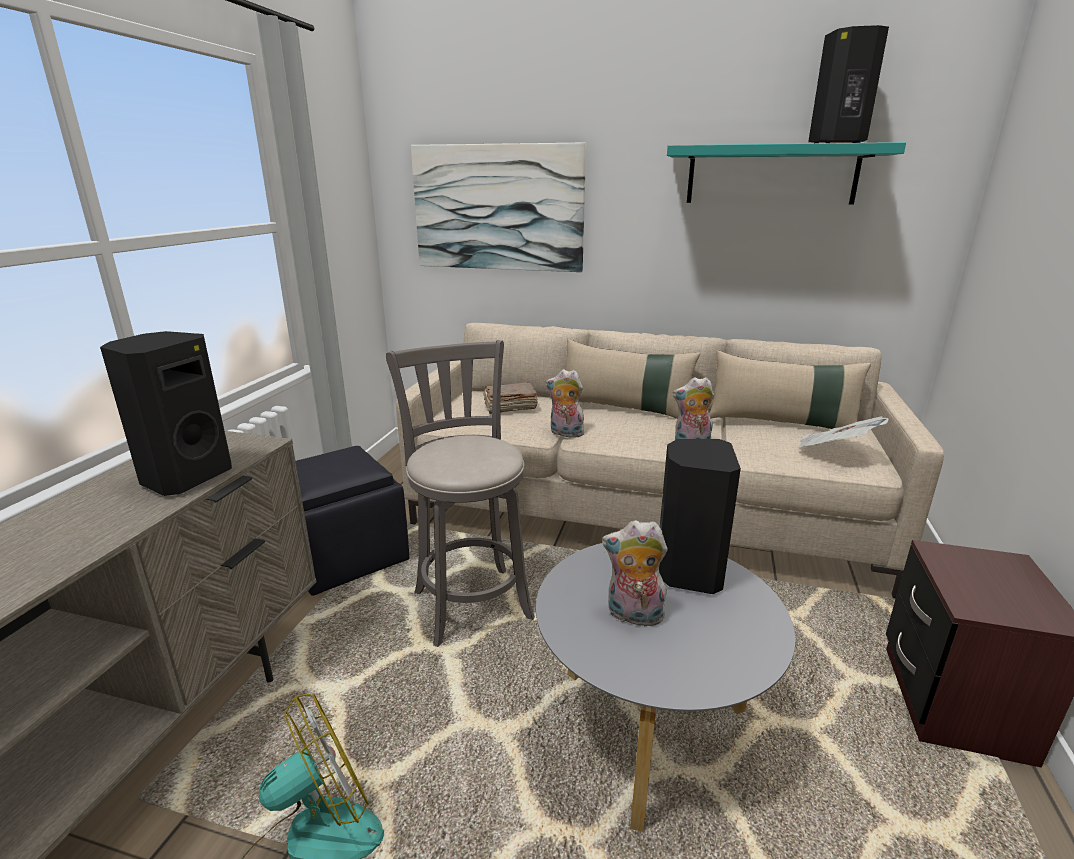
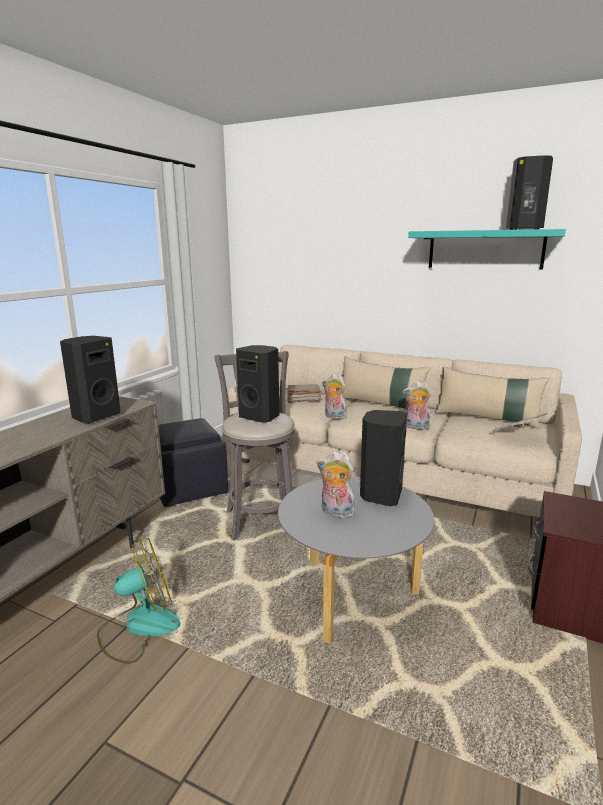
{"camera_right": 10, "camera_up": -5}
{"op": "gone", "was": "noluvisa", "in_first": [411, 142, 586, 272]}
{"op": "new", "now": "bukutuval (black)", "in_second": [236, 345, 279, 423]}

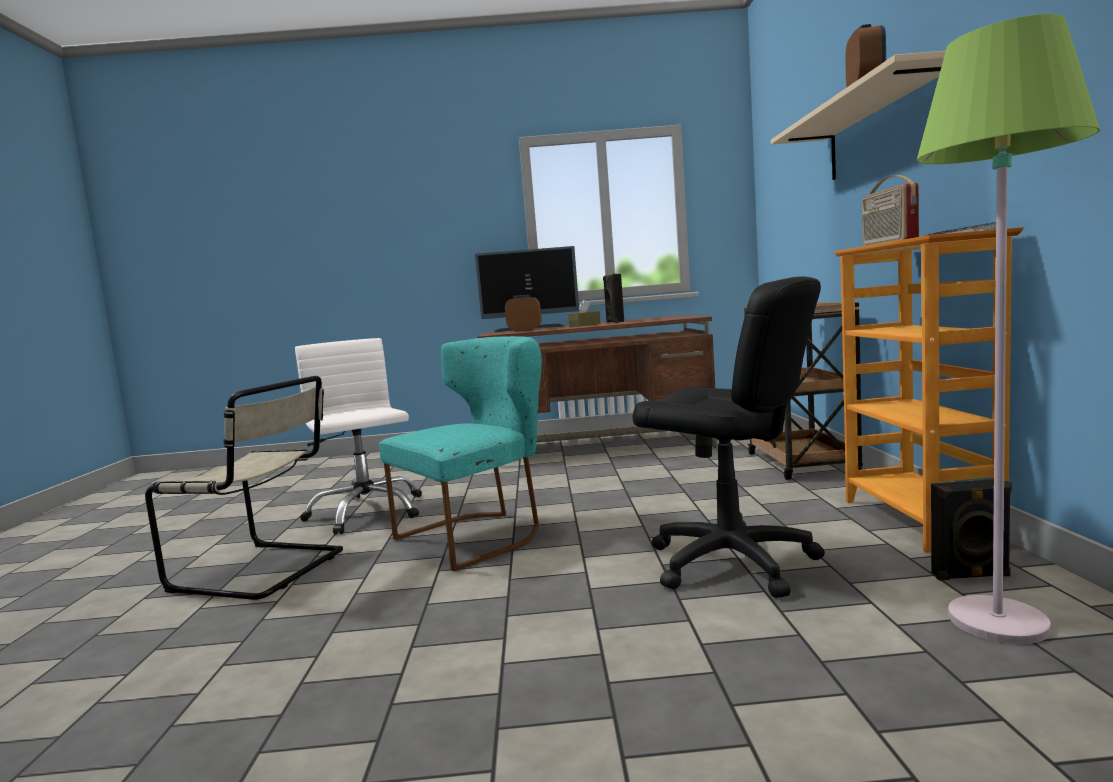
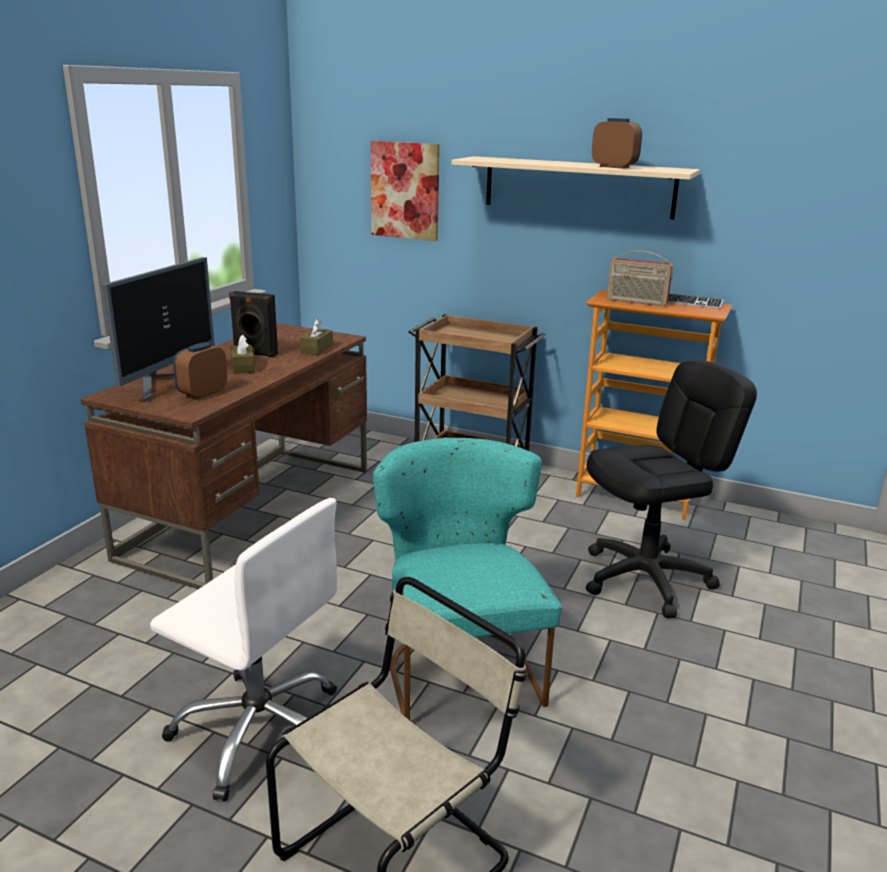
{"camera_right": -65, "camera_up": 15}
{"op": "gone", "was": "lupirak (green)", "in_first": [917, 14, 1100, 644]}
{"op": "rotated", "was": "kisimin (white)", "in_first": [295, 338, 422, 534], "in_second": [150, 498, 337, 801], "clockwise": -150}
{"op": "gone", "was": "bukutuval (black)", "in_first": [931, 479, 1012, 581]}
{"op": "new", "now": "noluvisa", "in_second": [370, 141, 440, 241]}
{"op": "new", "now": "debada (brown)", "in_second": [300, 319, 333, 355]}

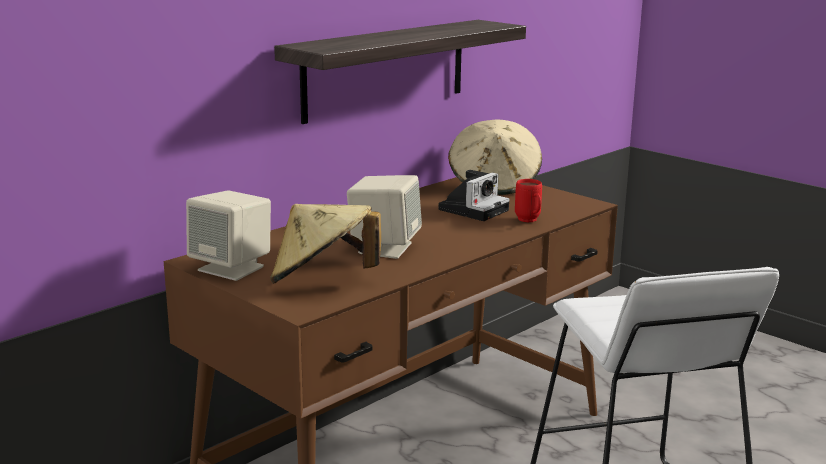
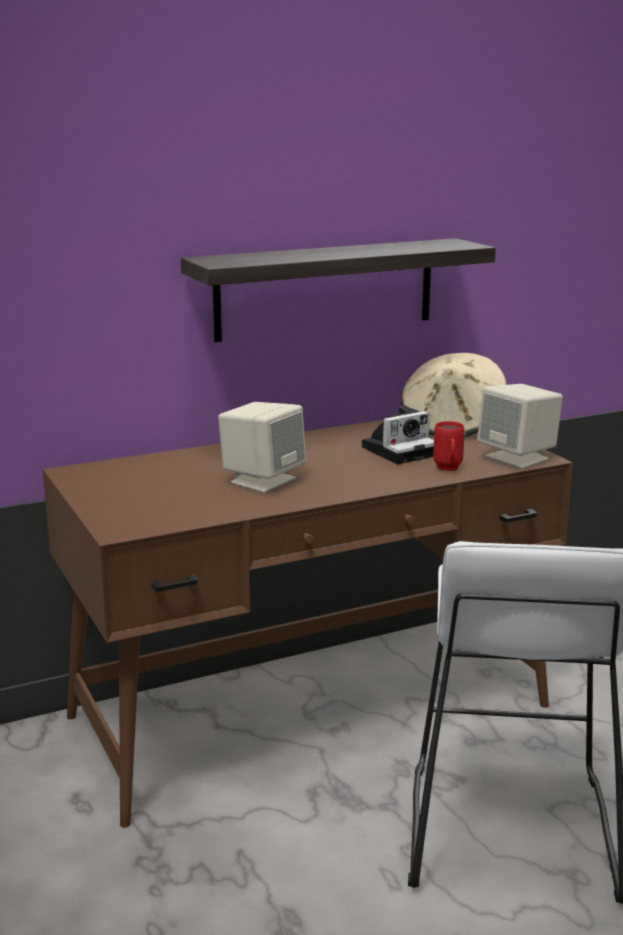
{"camera_right": 20, "camera_up": 0}
{"op": "shifted", "was": "bukutuval (beige)", "in_first": [186, 190, 271, 281], "in_second": [477, 384, 563, 469]}
{"op": "gone", "was": "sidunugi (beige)", "in_first": [270, 204, 381, 283]}

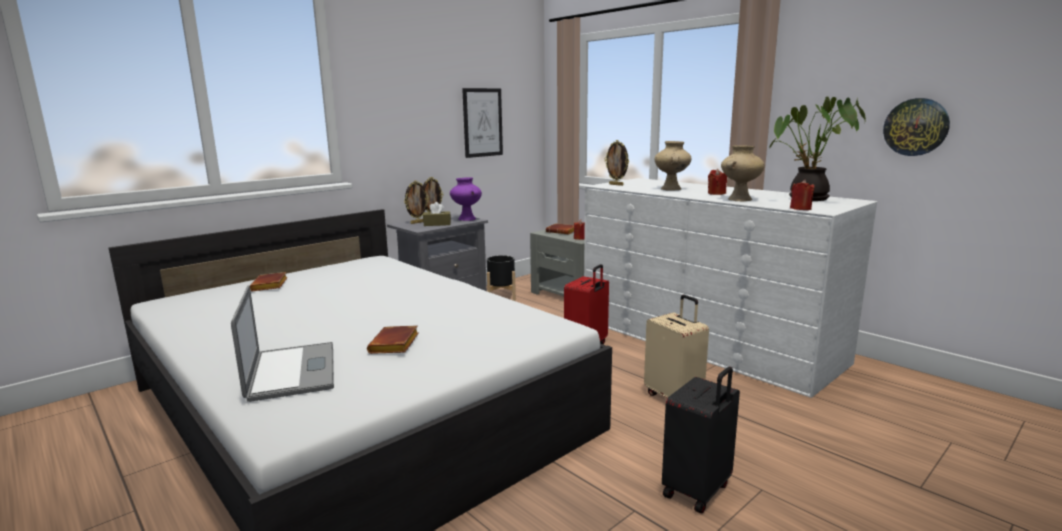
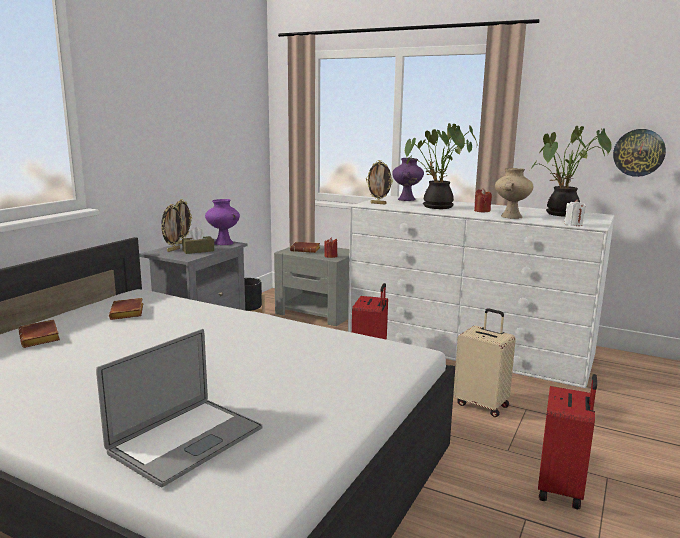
{"camera_right": -20, "camera_up": 0}
{"op": "gone", "was": "noluvisa", "in_first": [462, 88, 503, 158]}
{"op": "swapped", "was": "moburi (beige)", "now": "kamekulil", "in_first": [655, 141, 692, 191], "in_second": [405, 123, 477, 209]}
{"op": "repainted", "was": "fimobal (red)", "now": "fimobal (white)", "in_first": [790, 180, 815, 210], "in_second": [564, 199, 586, 226]}
{"op": "rotated", "was": "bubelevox", "in_first": [231, 285, 334, 402], "in_second": [96, 329, 262, 487], "clockwise": 75}
{"op": "shifted", "was": "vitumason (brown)", "in_first": [367, 325, 419, 354], "in_second": [109, 298, 143, 320]}
{"op": "repainted", "was": "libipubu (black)", "now": "libipubu (red)", "in_first": [662, 367, 740, 513], "in_second": [538, 374, 597, 509]}
{"op": "new", "now": "moburi (purple)", "in_second": [392, 158, 424, 201]}

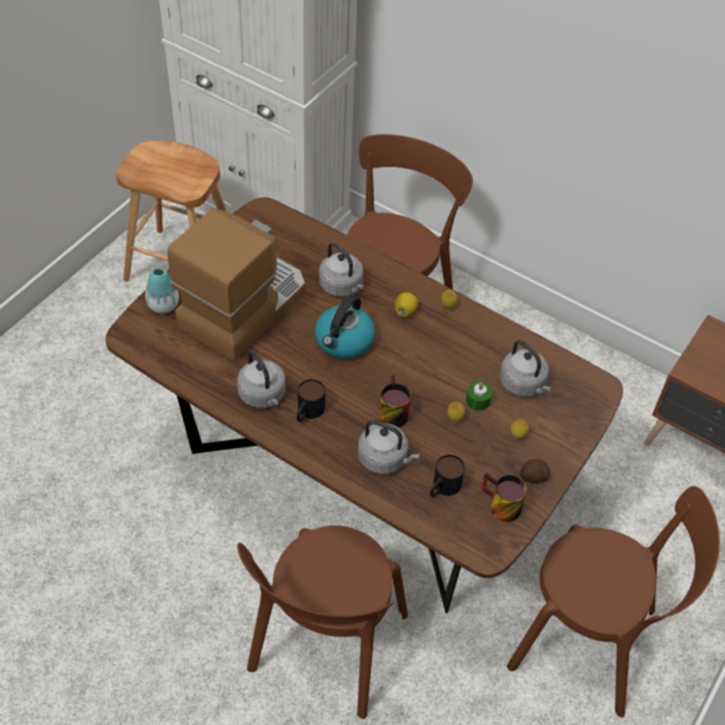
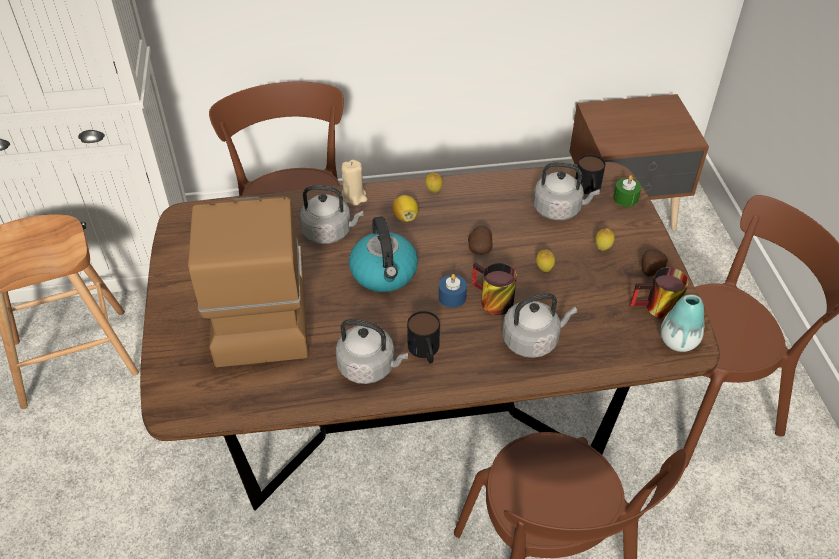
{"camera_right": -40, "camera_up": -5}
{"op": "shifted", "was": "moburi", "in_first": [145, 268, 179, 314], "in_second": [661, 294, 704, 352]}
{"op": "shifted", "was": "fimobal (green)", "in_first": [466, 381, 492, 411], "in_second": [613, 175, 641, 207]}
{"op": "shifted", "was": "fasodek", "in_first": [430, 455, 465, 497], "in_second": [575, 154, 606, 194]}
{"op": "new", "now": "fimobal (beige)", "in_second": [341, 160, 368, 206]}
{"op": "new", "now": "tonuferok", "in_second": [468, 226, 493, 254]}
{"op": "new", "now": "fimobal (blue)", "in_second": [439, 274, 467, 308]}

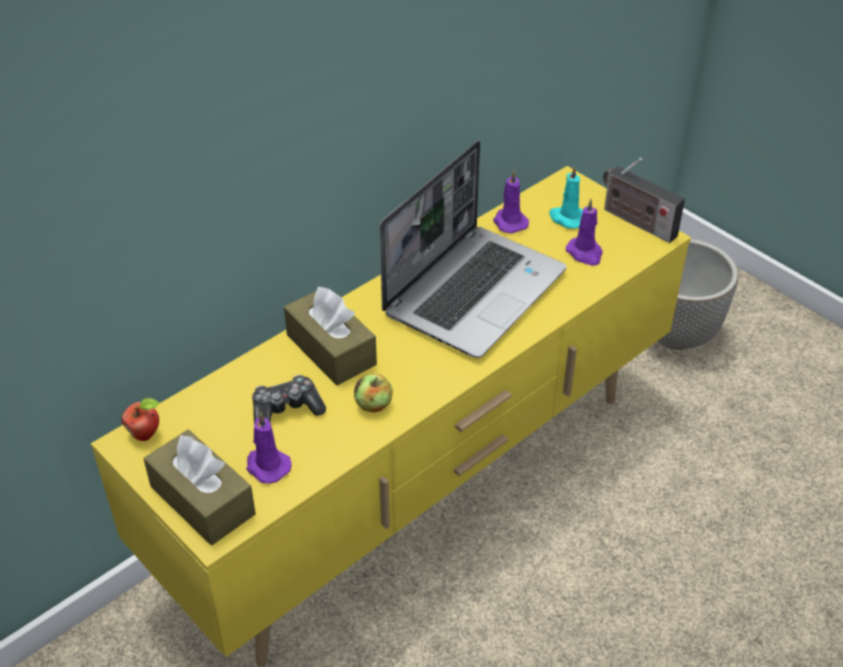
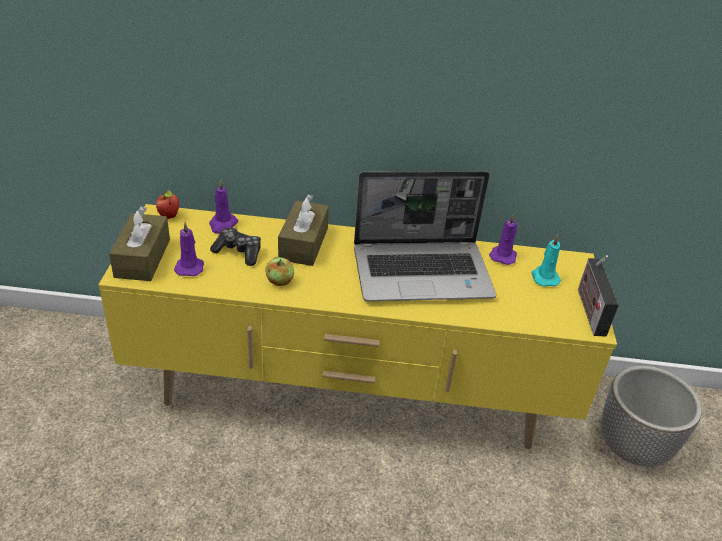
{"camera_right": 45, "camera_up": -5}
{"op": "shifted", "was": "fimobal (purple)", "in_first": [566, 199, 603, 266], "in_second": [209, 179, 238, 234]}

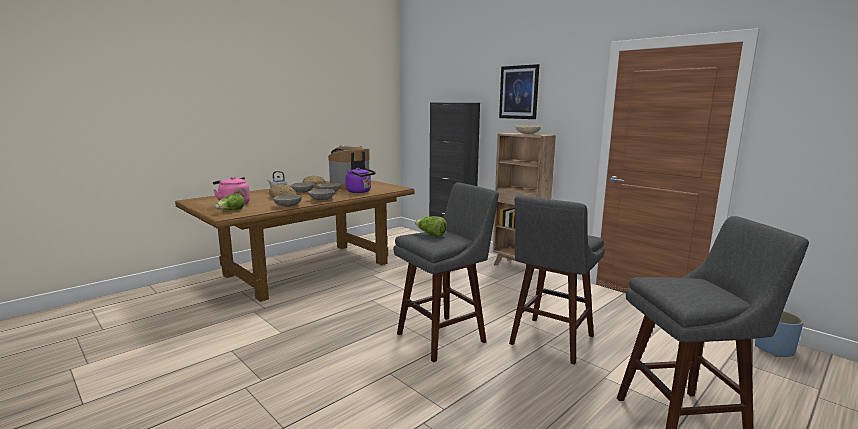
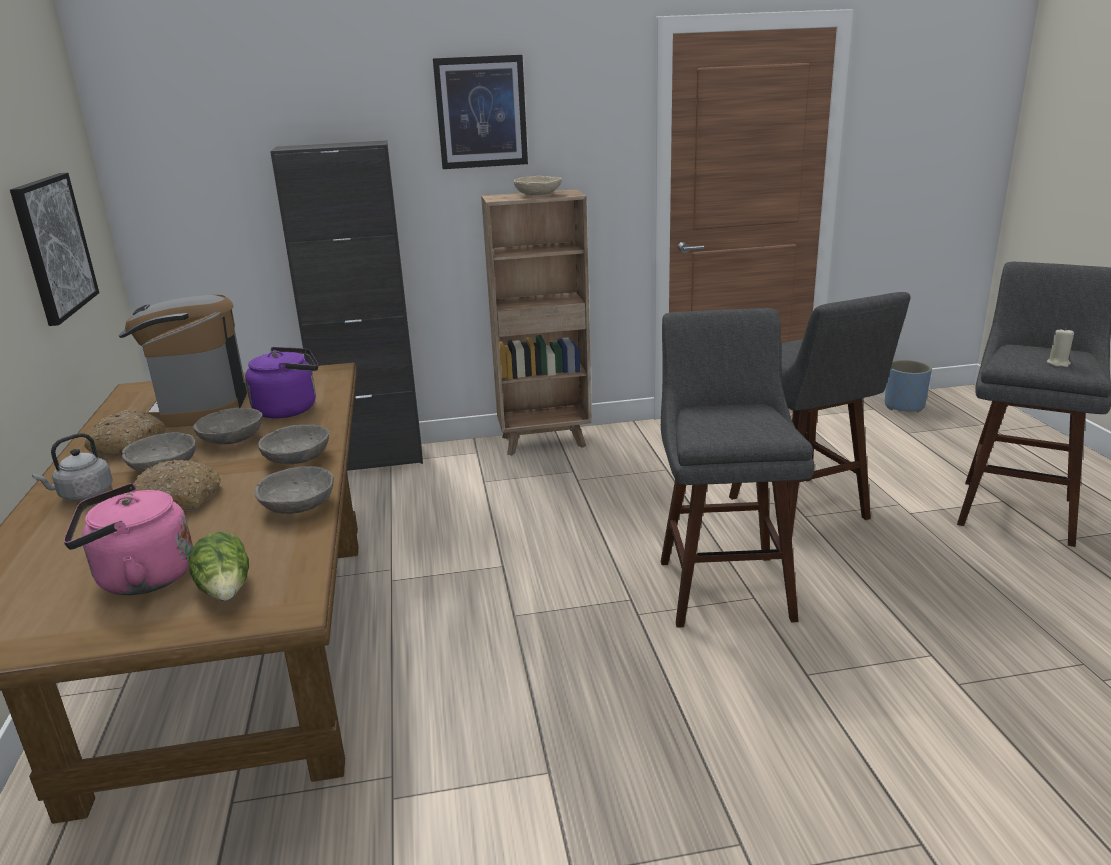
{"camera_right": -55, "camera_up": 10}
{"op": "gone", "was": "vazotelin", "in_first": [415, 216, 447, 237]}
{"op": "new", "now": "noluvisa", "in_second": [10, 173, 99, 326]}
{"op": "new", "now": "fimobal (beige)", "in_second": [1047, 328, 1074, 367]}

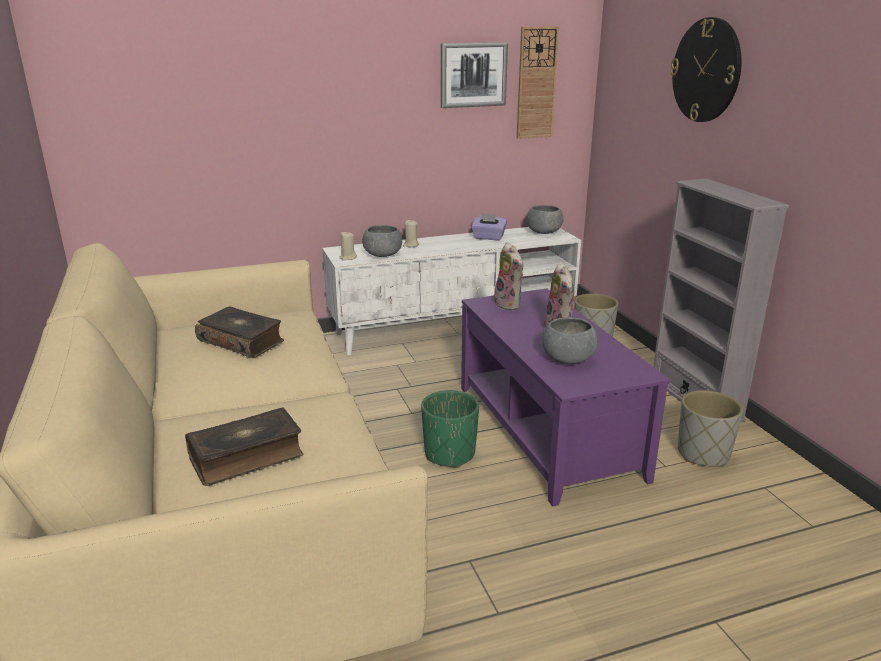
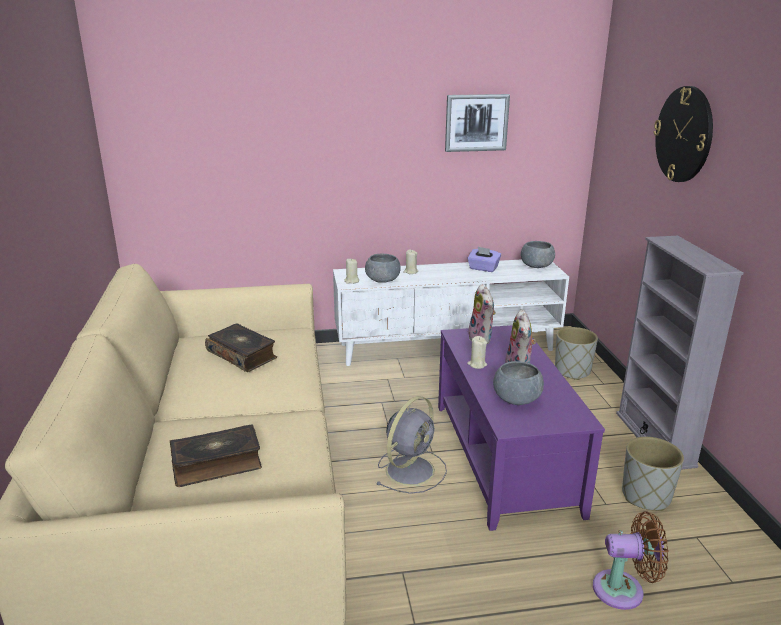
{"camera_right": 10, "camera_up": 0}
{"op": "gone", "was": "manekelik", "in_first": [517, 26, 559, 139]}
{"op": "swapped", "was": "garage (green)", "now": "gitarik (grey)", "in_first": [421, 390, 479, 468], "in_second": [376, 396, 447, 494]}
{"op": "new", "now": "fimobal (beige)", "in_second": [467, 336, 487, 369]}
{"op": "new", "now": "gitarik (brown)", "in_second": [593, 511, 669, 610]}

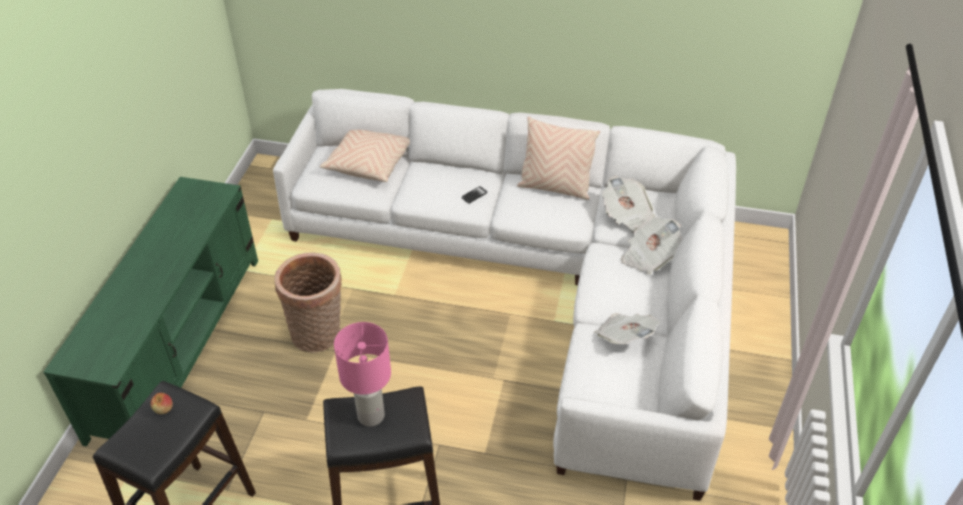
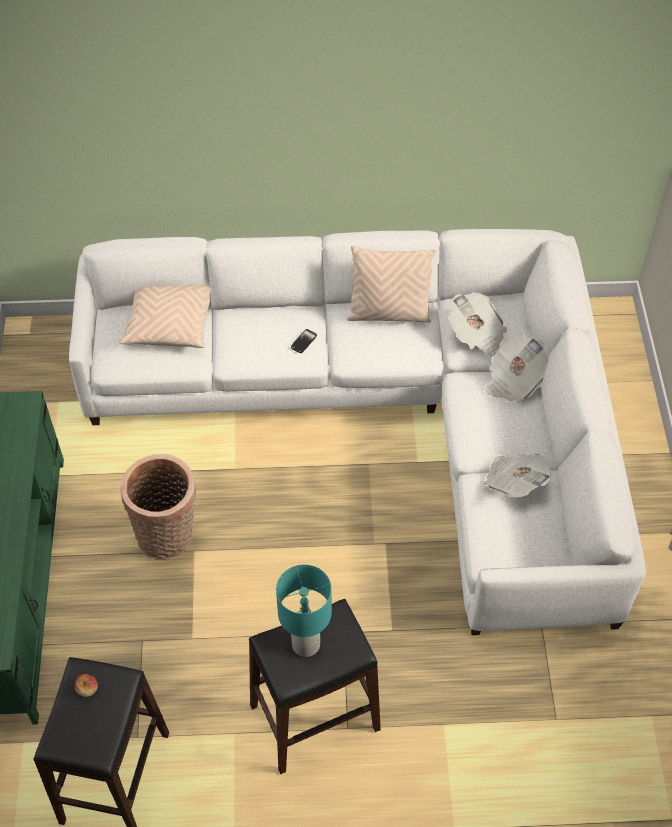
{"camera_right": -15, "camera_up": 10}
{"op": "repainted", "was": "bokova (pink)", "now": "bokova (turquoise)", "in_first": [334, 322, 391, 427], "in_second": [276, 564, 332, 657]}

